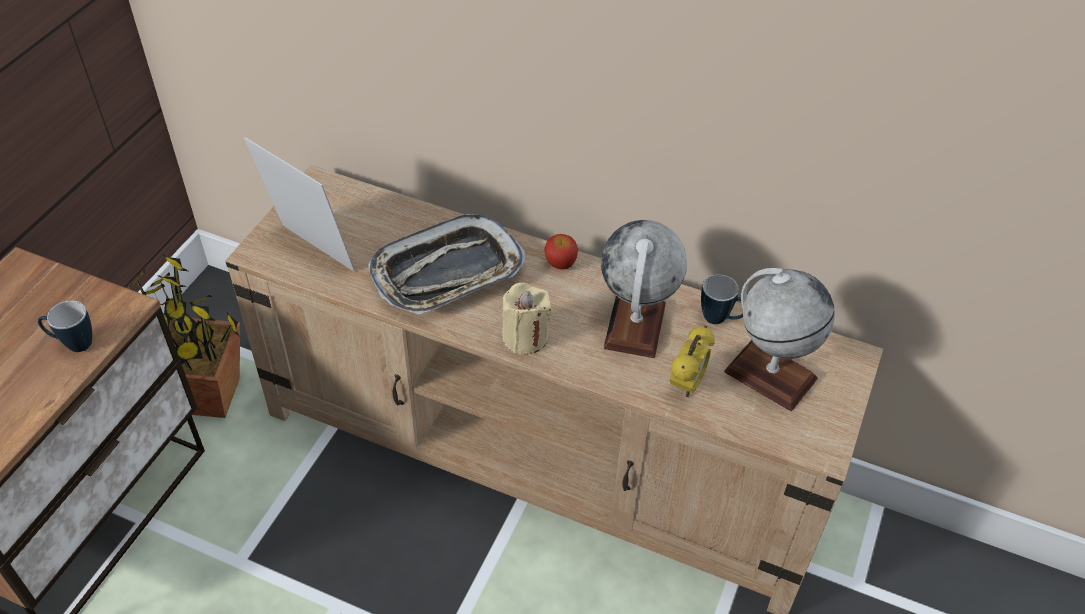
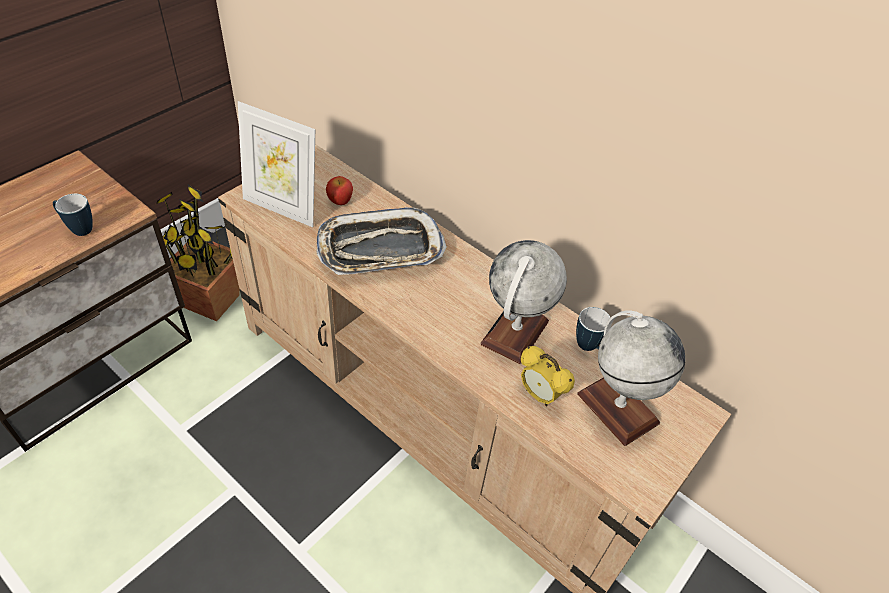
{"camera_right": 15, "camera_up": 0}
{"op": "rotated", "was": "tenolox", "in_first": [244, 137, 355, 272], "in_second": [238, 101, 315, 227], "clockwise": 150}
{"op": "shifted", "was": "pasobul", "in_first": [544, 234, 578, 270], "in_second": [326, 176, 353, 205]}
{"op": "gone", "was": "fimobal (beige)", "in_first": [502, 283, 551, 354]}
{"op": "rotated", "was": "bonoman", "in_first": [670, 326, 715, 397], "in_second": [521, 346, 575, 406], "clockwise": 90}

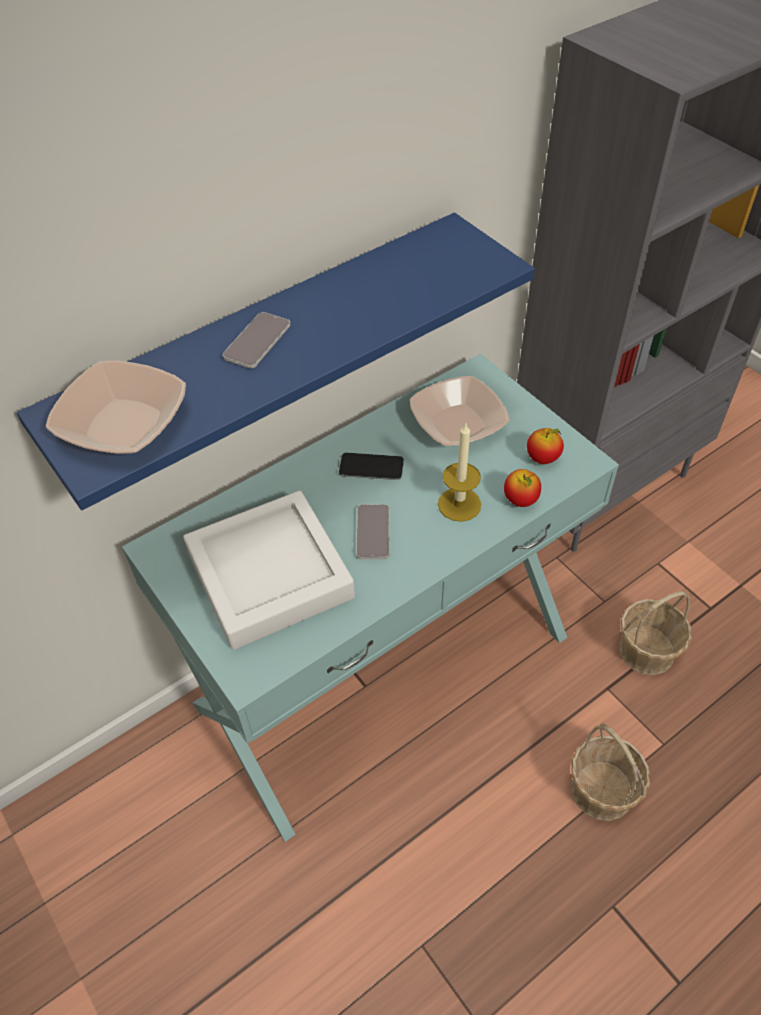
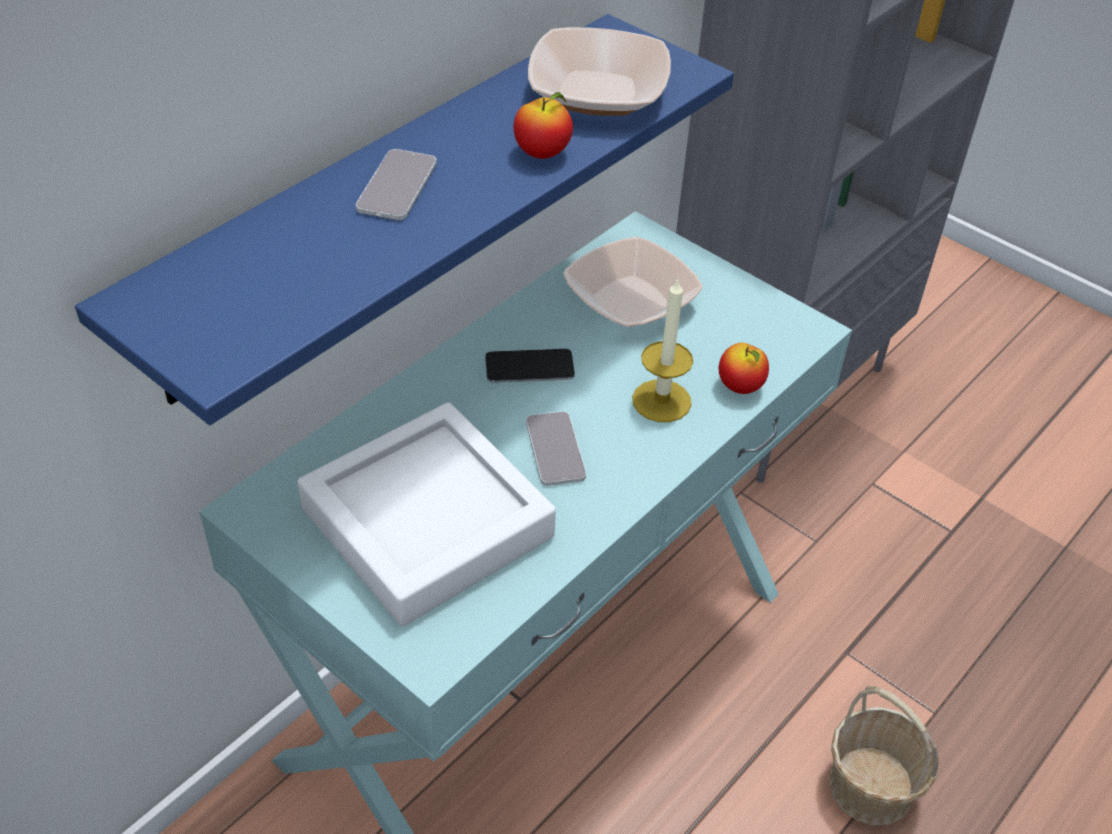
{"camera_right": -15, "camera_up": -5}
{"op": "shifted", "was": "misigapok", "in_first": [46, 361, 186, 454], "in_second": [528, 27, 671, 116]}
{"op": "shifted", "was": "pasobul", "in_first": [527, 428, 564, 464], "in_second": [513, 92, 573, 159]}
{"op": "gone", "was": "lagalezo", "in_first": [619, 591, 692, 675]}

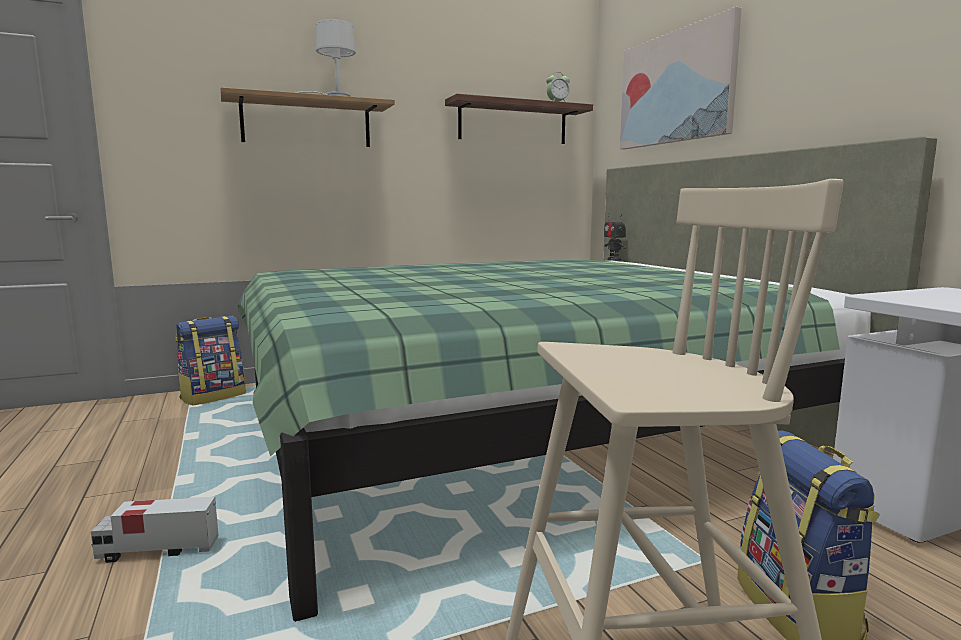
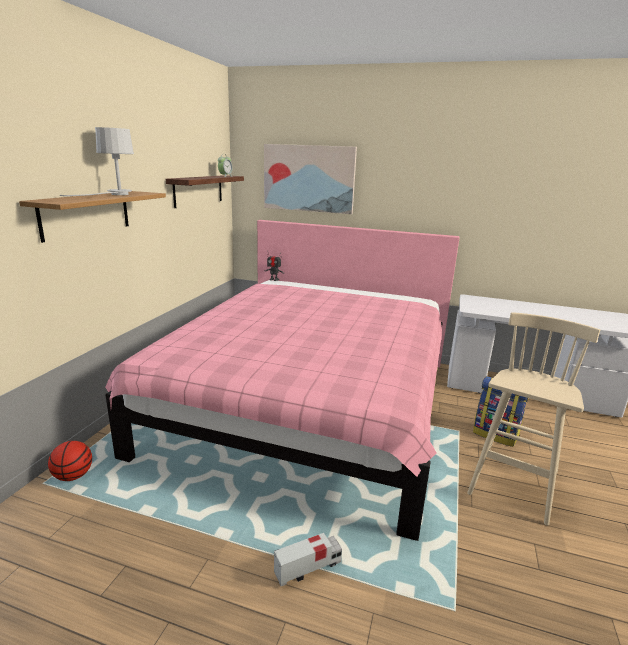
{"camera_right": -50, "camera_up": 10}
{"op": "repainted", "was": "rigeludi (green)", "now": "rigeludi (pink)", "in_first": [238, 136, 937, 622], "in_second": [105, 220, 460, 541]}
{"op": "swapped", "was": "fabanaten", "now": "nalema", "in_first": [175, 316, 246, 405], "in_second": [48, 441, 92, 481]}
{"op": "rotated", "was": "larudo", "in_first": [91, 497, 219, 563], "in_second": [274, 533, 342, 586], "clockwise": -150}

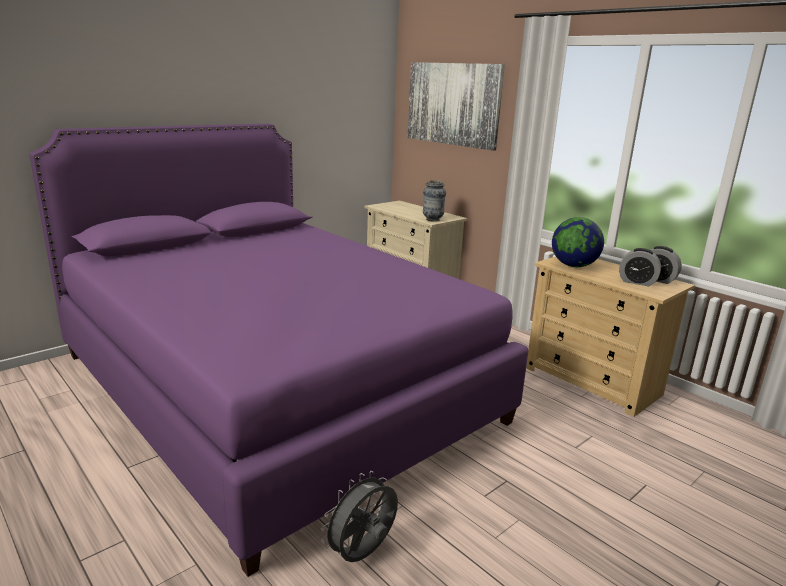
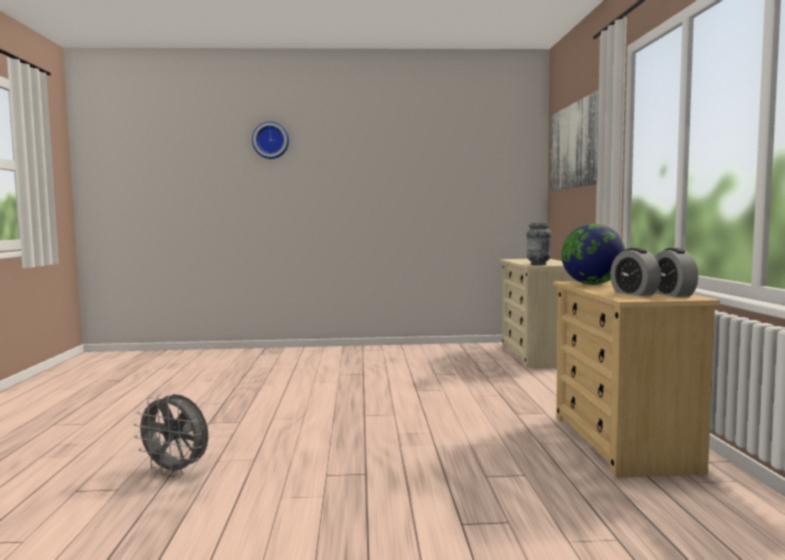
{"camera_right": 40, "camera_up": -15}
{"op": "gone", "was": "rigeludi (purple)", "in_first": [29, 124, 528, 577]}
{"op": "rotated", "was": "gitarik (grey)", "in_first": [321, 471, 398, 562], "in_second": [134, 393, 208, 477], "clockwise": -150}
{"op": "new", "now": "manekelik", "in_second": [252, 121, 289, 159]}

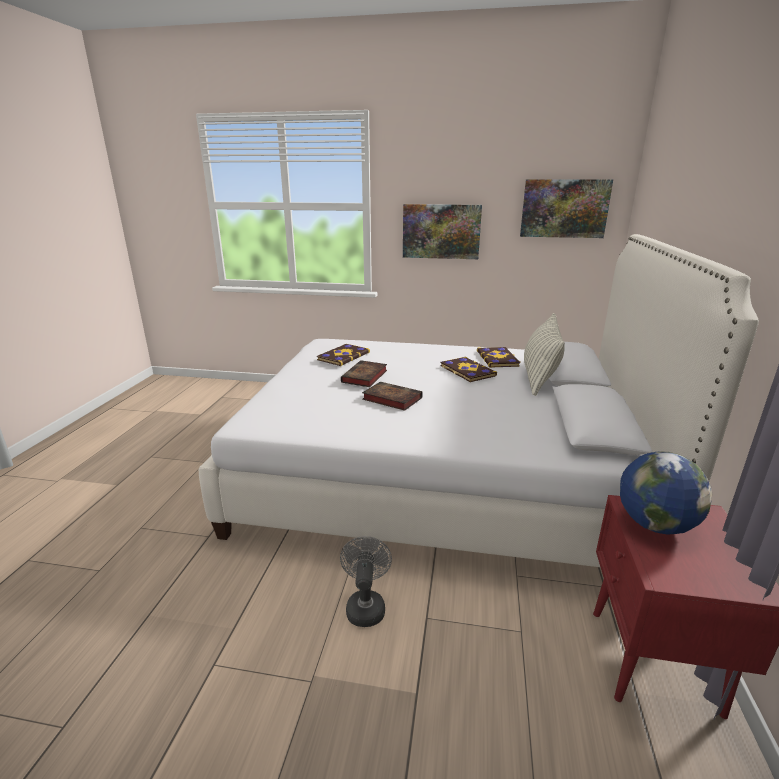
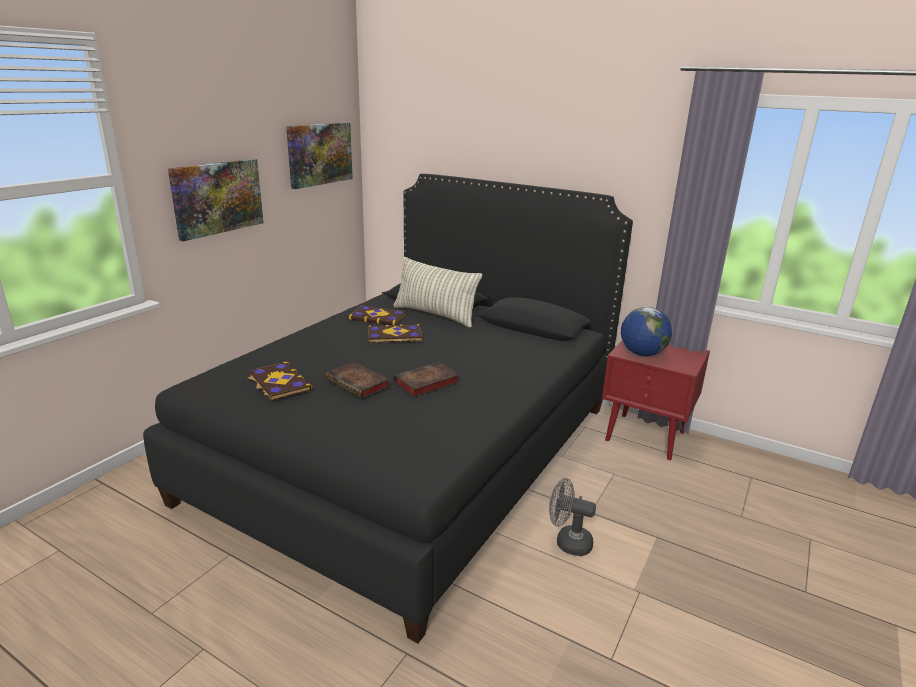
{"camera_right": -70, "camera_up": 0}
{"op": "repainted", "was": "rigeludi (white)", "now": "rigeludi (black)", "in_first": [199, 234, 759, 567], "in_second": [143, 174, 633, 644]}

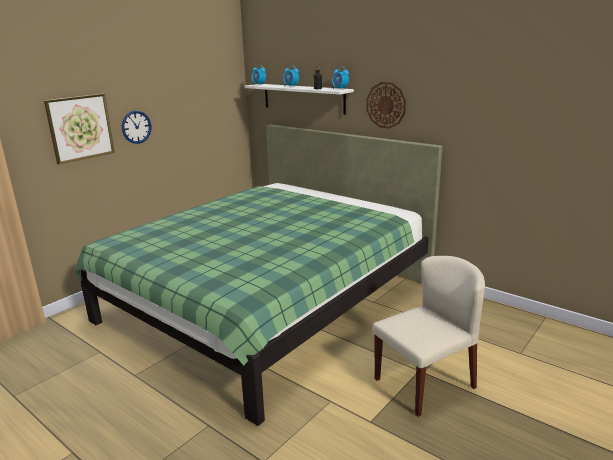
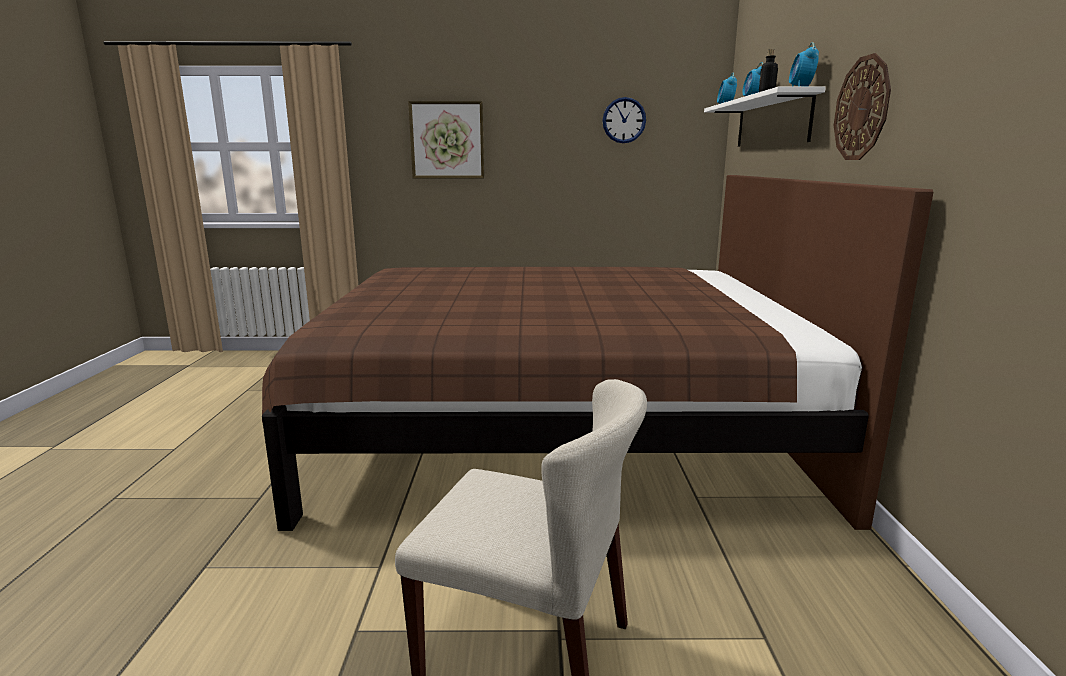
{"camera_right": 50, "camera_up": -5}
{"op": "shifted", "was": "manekelik", "in_first": [122, 111, 151, 144], "in_second": [602, 97, 646, 143]}
{"op": "repainted", "was": "rigeludi (green)", "now": "rigeludi (brown)", "in_first": [75, 125, 442, 426], "in_second": [262, 175, 933, 531]}

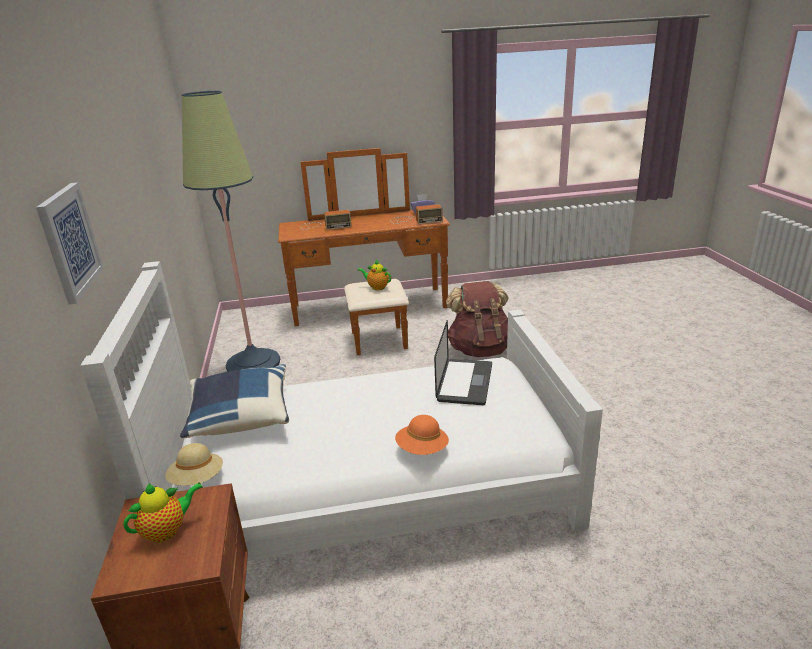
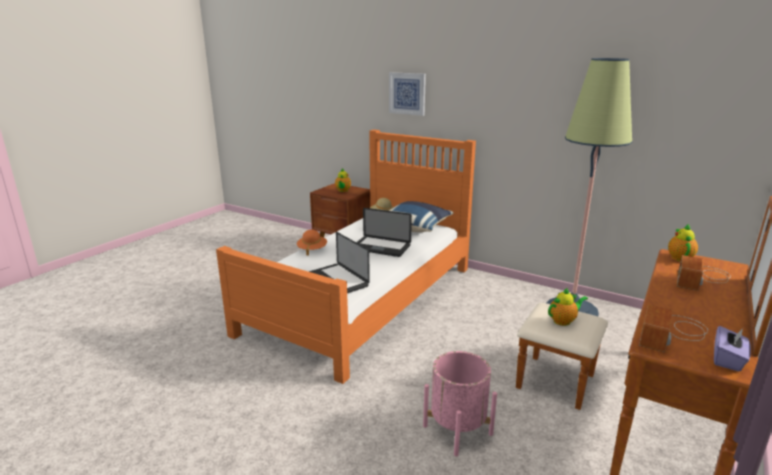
{"camera_right": 130, "camera_up": -5}
{"op": "repainted", "was": "rigeludi (white)", "now": "rigeludi (orange)", "in_first": [80, 261, 603, 561], "in_second": [216, 130, 476, 384]}
{"op": "swapped", "was": "fabanaten (brown)", "now": "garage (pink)", "in_first": [446, 281, 509, 357], "in_second": [423, 351, 497, 456]}
{"op": "new", "now": "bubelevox", "in_second": [356, 208, 412, 257]}
{"op": "new", "now": "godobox", "in_second": [668, 224, 698, 261]}

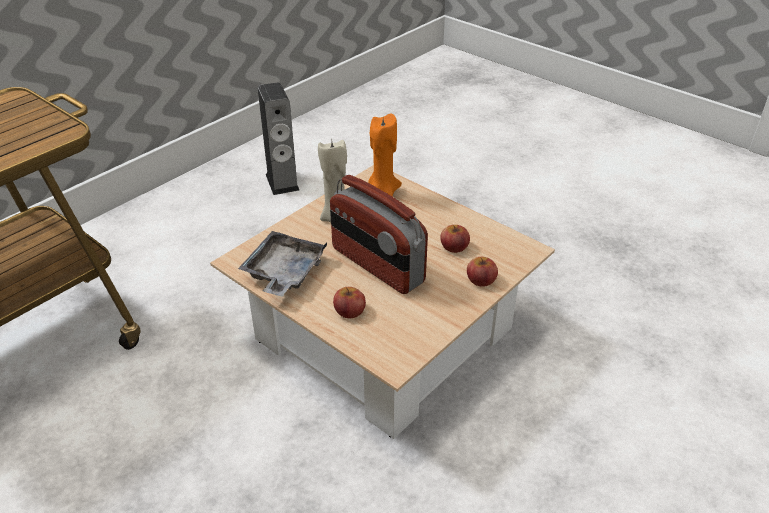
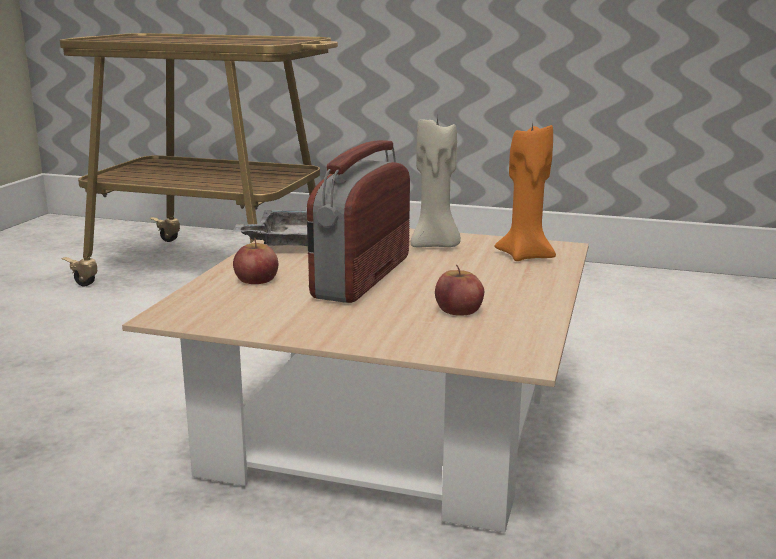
{"camera_right": 65, "camera_up": -20}
{"op": "gone", "was": "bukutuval", "in_first": [258, 83, 299, 195]}
{"op": "gone", "was": "pasobul", "in_first": [467, 257, 498, 287]}

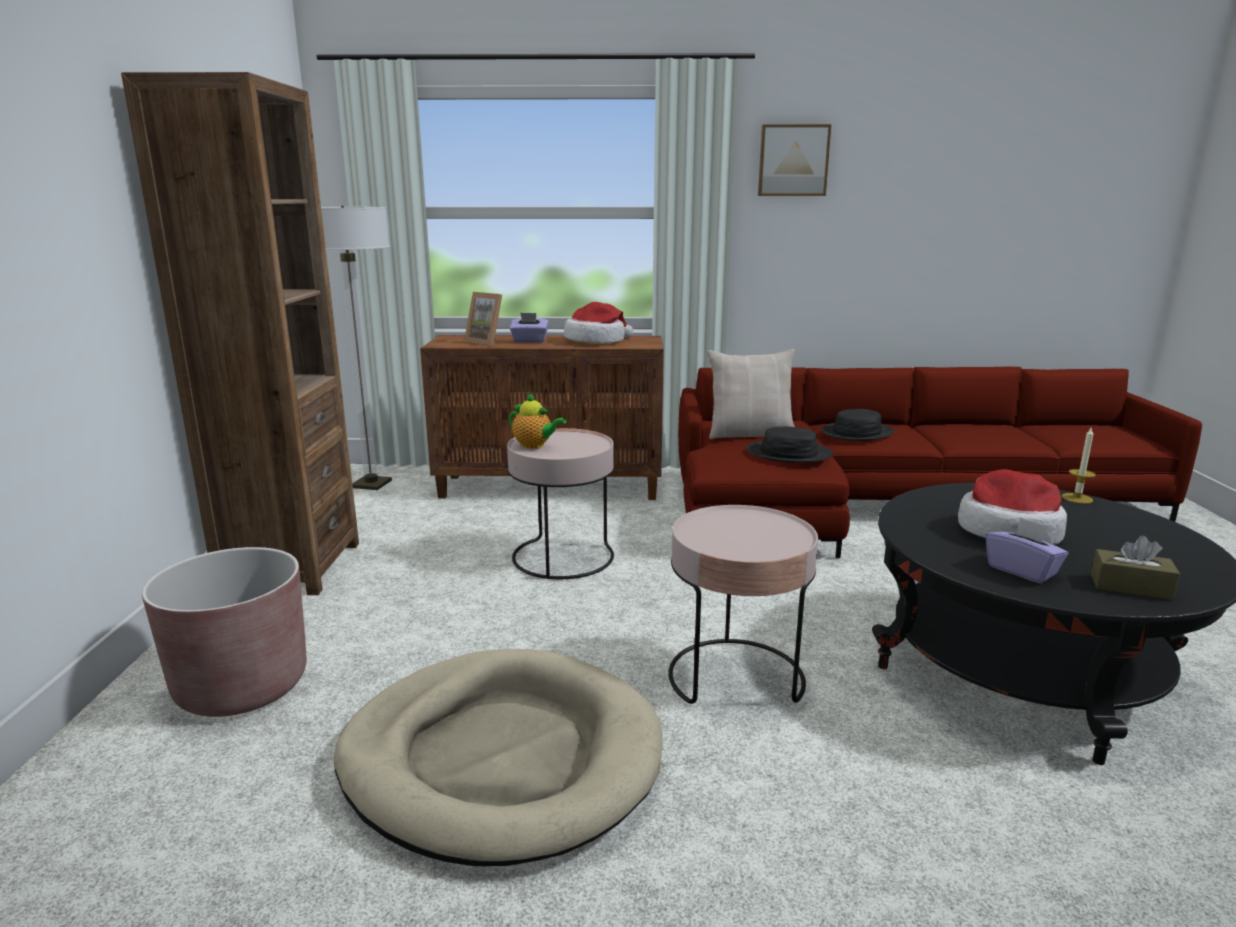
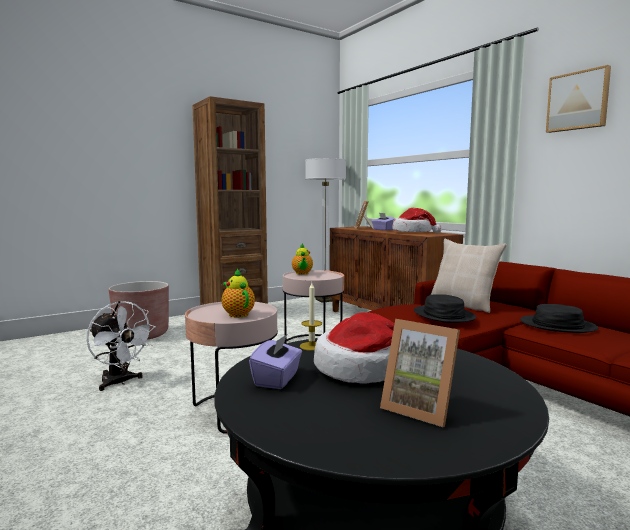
{"camera_right": 55, "camera_up": -10}
{"op": "shifted", "was": "fimobal", "in_first": [1062, 426, 1096, 504], "in_second": [300, 283, 322, 351]}
{"op": "gone", "was": "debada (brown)", "in_first": [1091, 536, 1180, 600]}
{"op": "swapped", "was": "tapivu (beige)", "now": "gitarik (white)", "in_first": [334, 649, 663, 866], "in_second": [87, 301, 156, 391]}
{"op": "new", "now": "godobox", "in_second": [222, 269, 255, 318]}
{"op": "new", "now": "tenolox", "in_second": [380, 319, 460, 427]}

